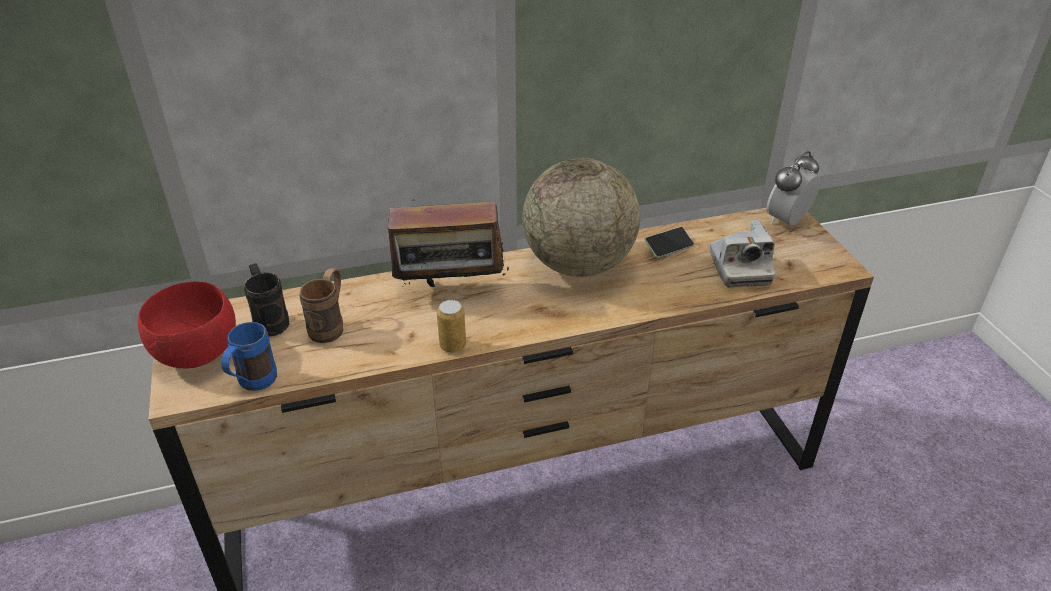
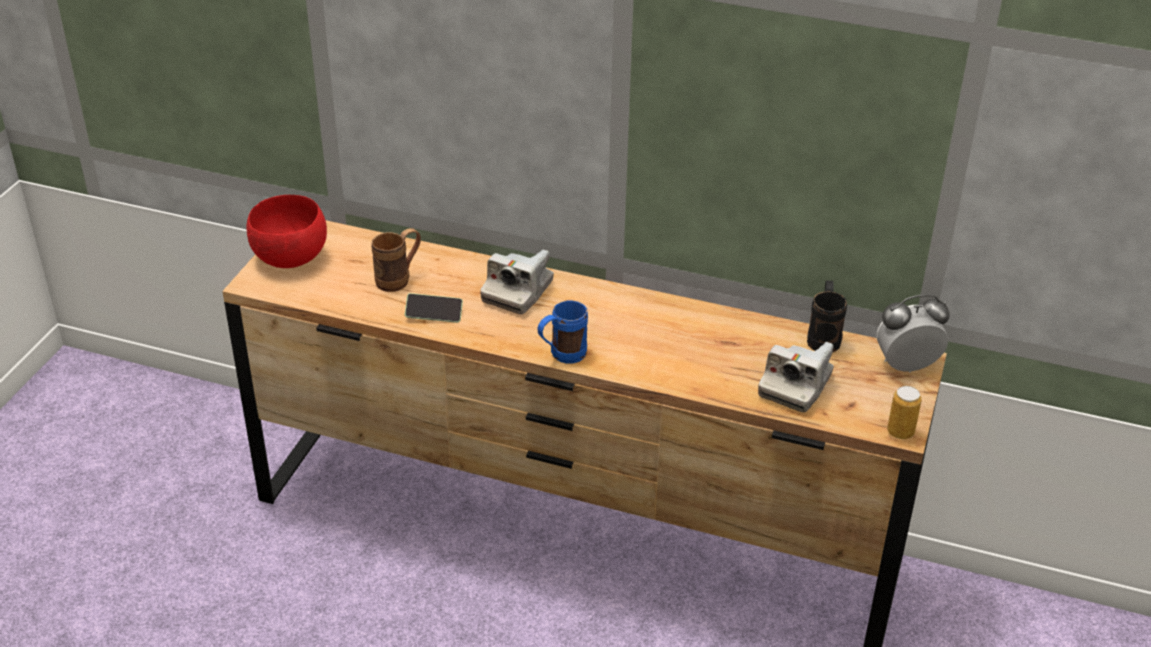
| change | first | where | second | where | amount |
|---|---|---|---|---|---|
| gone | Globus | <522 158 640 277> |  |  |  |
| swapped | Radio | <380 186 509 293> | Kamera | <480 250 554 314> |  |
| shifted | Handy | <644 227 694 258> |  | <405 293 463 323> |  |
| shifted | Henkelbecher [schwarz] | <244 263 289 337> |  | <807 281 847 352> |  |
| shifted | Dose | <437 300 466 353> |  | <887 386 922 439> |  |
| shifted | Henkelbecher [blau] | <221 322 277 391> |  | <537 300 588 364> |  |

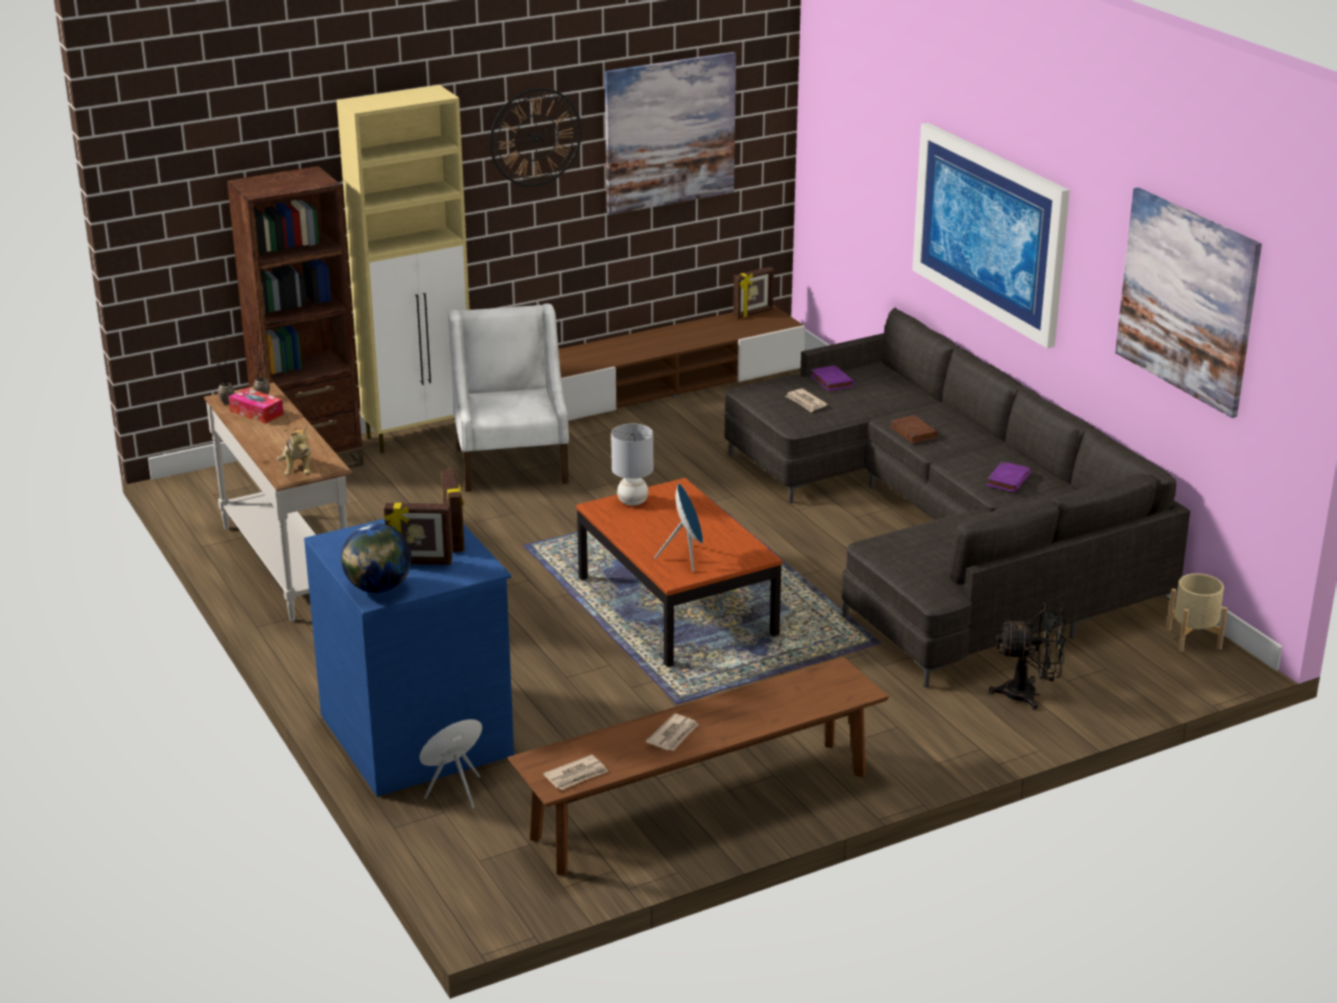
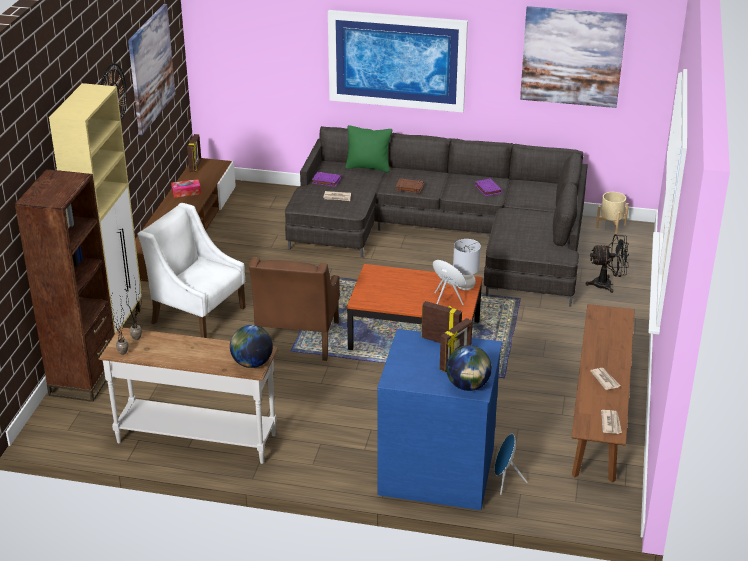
| change | first | where | second | where | amount |
|---|---|---|---|---|---|
| shifted | Taschentuchbox | <228 388 284 424> |  | <171 179 201 198> |  |
| shifted | Tischlampe [grau] | <611 424 653 506> |  | <453 239 481 290> |  |
| swapped | Plüschtier | <277 426 311 475> | Globus | <230 325 273 368> |  |
| rotated | Ventilator [schwarz] | <989 602 1066 710> |  | <586 234 629 293> | 45 degrees clockwise |
| new |  |  | Kissen [grün] | <345 125 392 172> |  |
| new |  |  | Sessel [braun] | <249 257 340 361> |  |

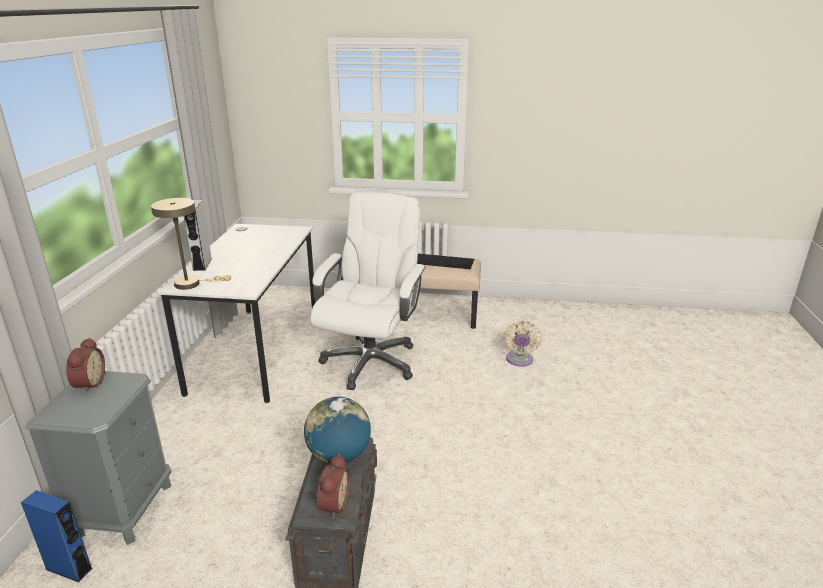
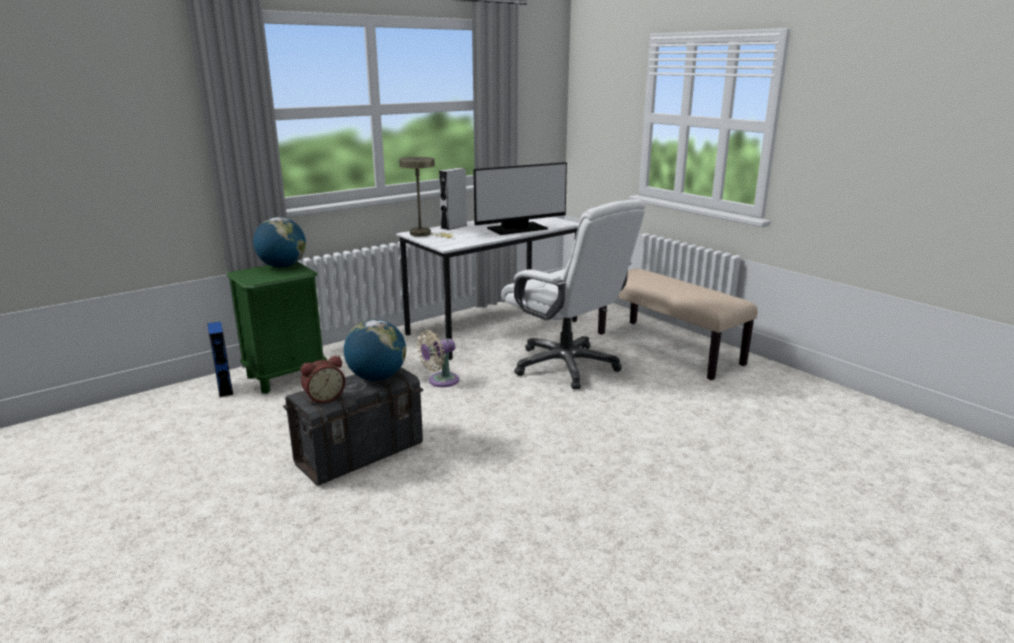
| change | first | where | second | where | amount |
|---|---|---|---|---|---|
| rotated | Bürostuhl [weiß] | <310 192 426 390> |  | <501 199 646 389> | 75 degrees clockwise |
| gone | Tastatur | <417 254 474 269> |  |  |  |
| shifted | Ventilator [beige] | <503 321 542 367> |  | <417 330 459 387> |  |
| swapped | Wecker | <66 337 105 393> | Globus | <253 217 306 268> |  |
| repainted | Nachttisch [grau] | <25 371 172 545> | Nachttisch [grün] | <227 262 327 394> |  |
| new |  |  | Monitor | <473 162 567 235> |  |

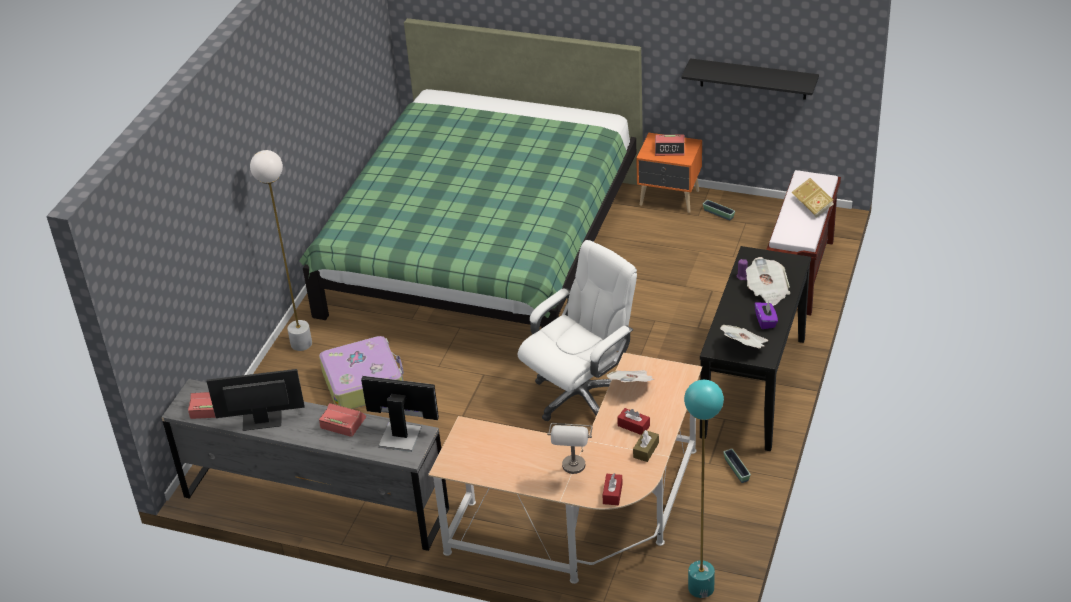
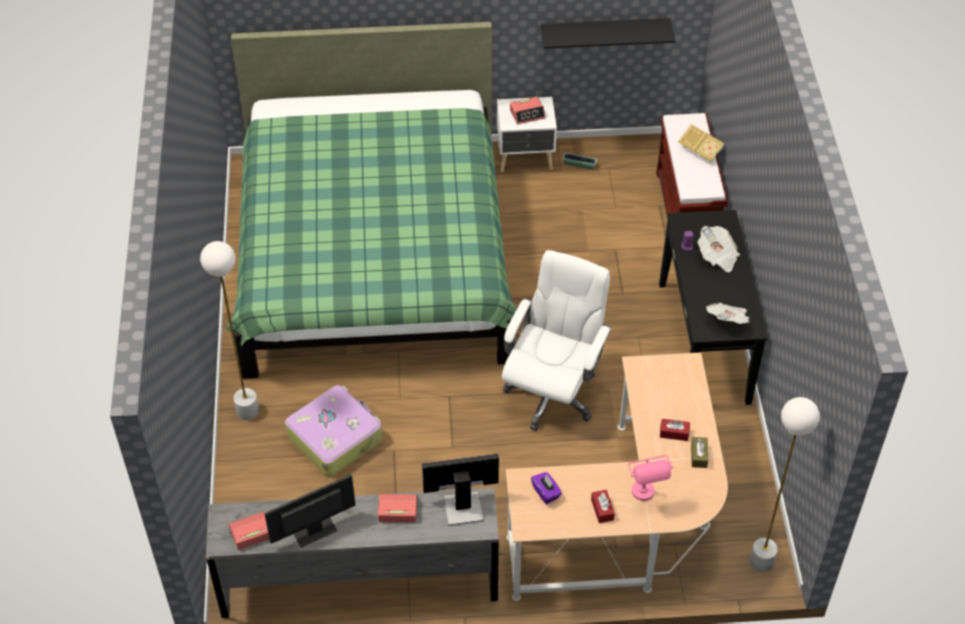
| change | first | where | second | where | amount |
|---|---|---|---|---|---|
| repainted | Nachttisch [orange] | <636 133 702 213> | Nachttisch [weiß] | <497 97 557 172> |  |
| shifted | Taschentuchbox [lila] | <755 301 778 329> |  | <531 472 562 504> |  |
| gone | Zeitung | <606 370 654 382> |  |  |  |
| repainted | Stehlampe [türkis] | <684 380 724 598> | Stehlampe [weiß] | <750 397 820 572> |  |
| repainted | Tischlampe [grau] | <547 423 593 474> | Tischlampe [rosa] | <628 455 673 501> |  |
| gone | Pflanzkübel | <723 449 751 483> |  |  |  |
| shifted | Taschentuchbox [rot] | <603 473 623 505> |  | <591 490 615 523> |  |

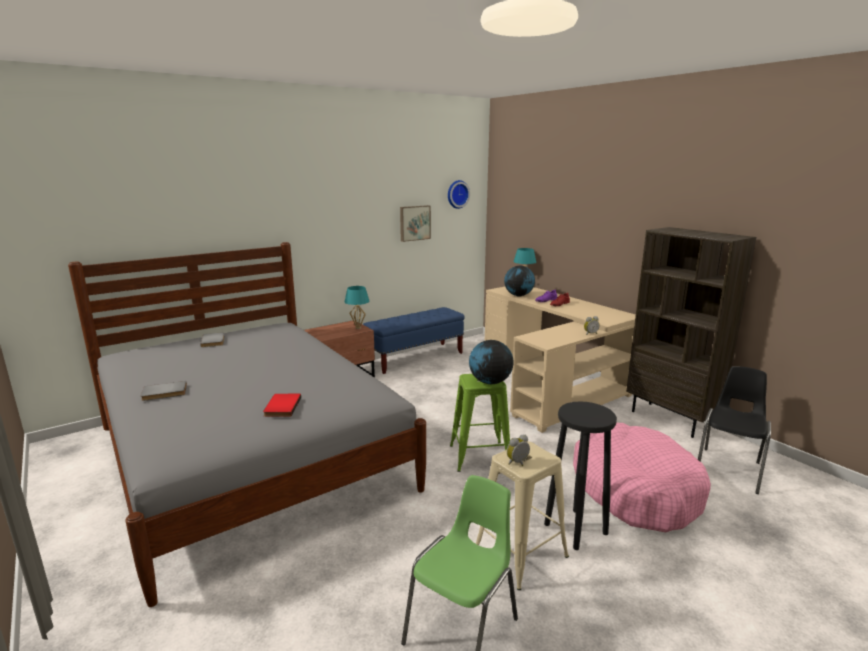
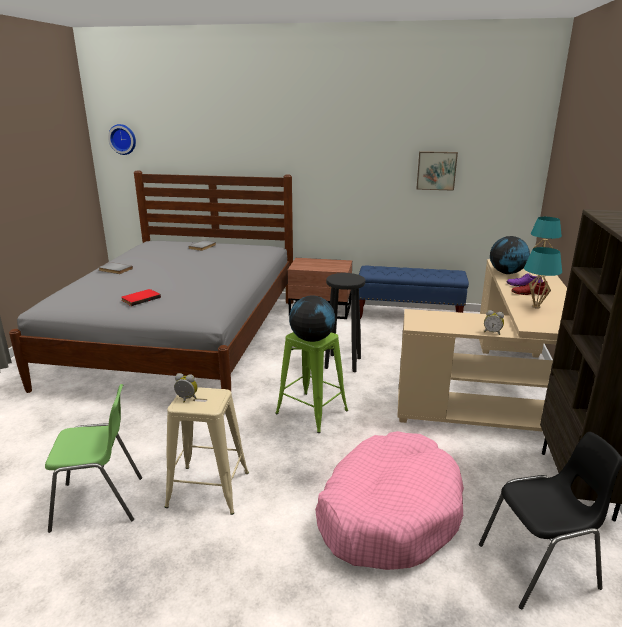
| change | first | where | second | where | amount |
|---|---|---|---|---|---|
| shifted | Wanduhr | <448 180 470 209> |  | <108 124 136 155> |  |
| shifted | Tischlampe [türkis] | <345 286 370 329> |  | <524 247 562 309> |  |
| shifted | Hocker [schwarz] | <544 401 617 550> |  | <325 273 365 372> |  |

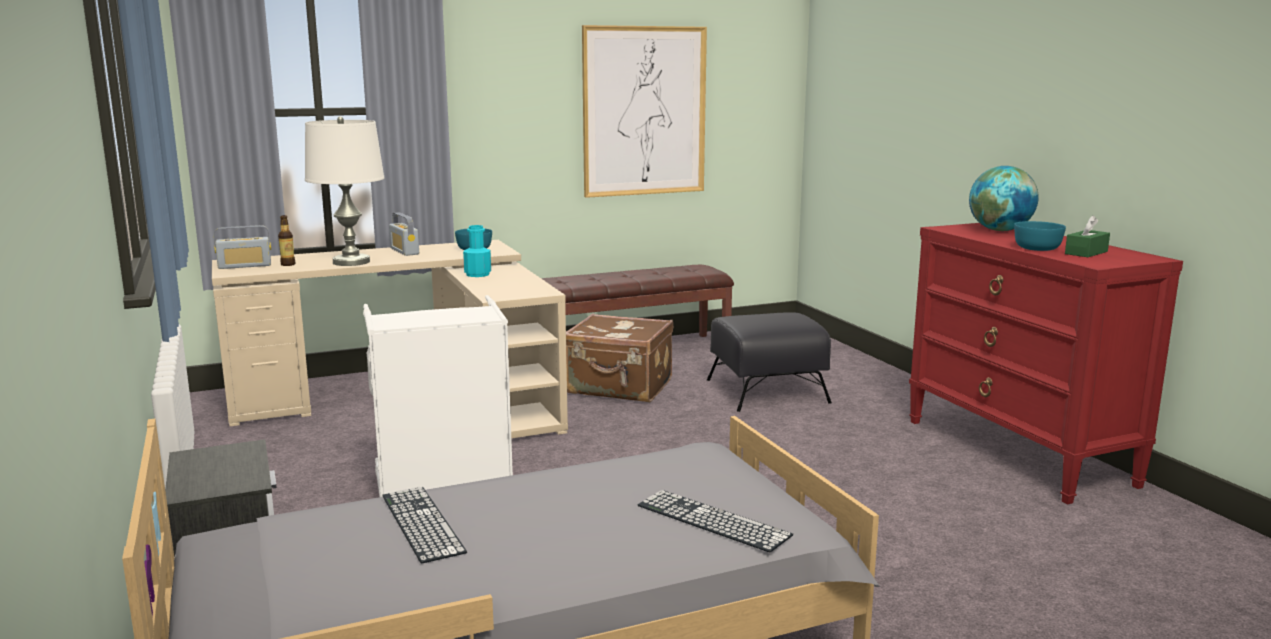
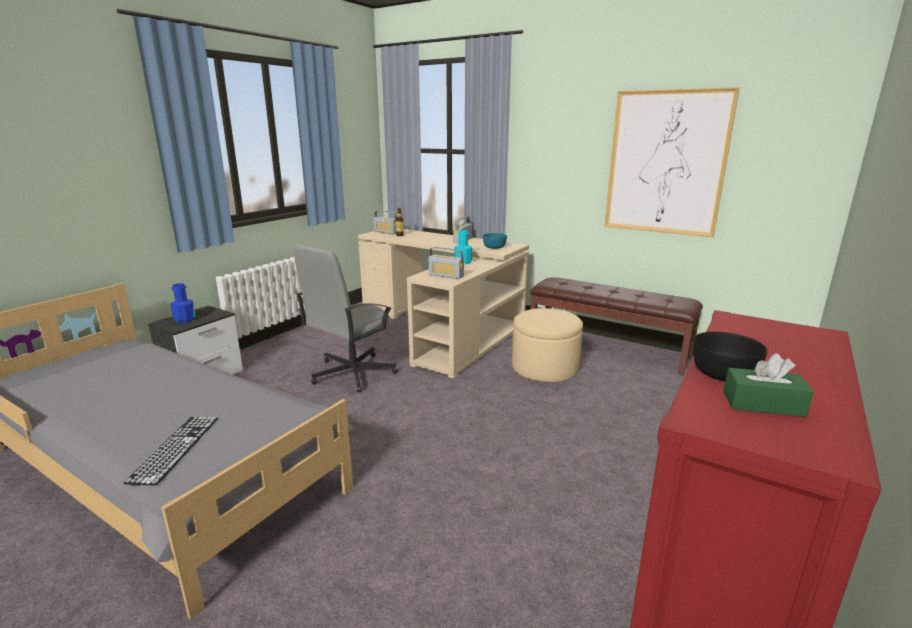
| change | first | where | second | where | amount |
|---|---|---|---|---|---|
| gone | Tischlampe [weiß] | <305 116 384 266> |  |  |  |
| gone | Globus | <969 166 1039 231> |  |  |  |
| repainted | Schüssel [türkis] | <1014 221 1066 251> | Schüssel [schwarz] | <693 332 768 381> |  |
| swapped | Wäschekorb [weiß] | <363 295 513 497> | Bürostuhl [grau] | <294 244 398 392> |  |
| gone | Polsterhocker [schwarz] | <707 312 832 412> |  |  |  |
| swapped | Koffer [braun] | <566 313 673 402> | Polsterhocker [beige] | <512 308 583 382> |  |
| gone | Tastatur | <382 487 467 564> |  |  |  |
| new |  |  | Radio | <429 247 464 279> |  |
| new |  |  | Flasche [blau] | <170 283 196 323> |  |

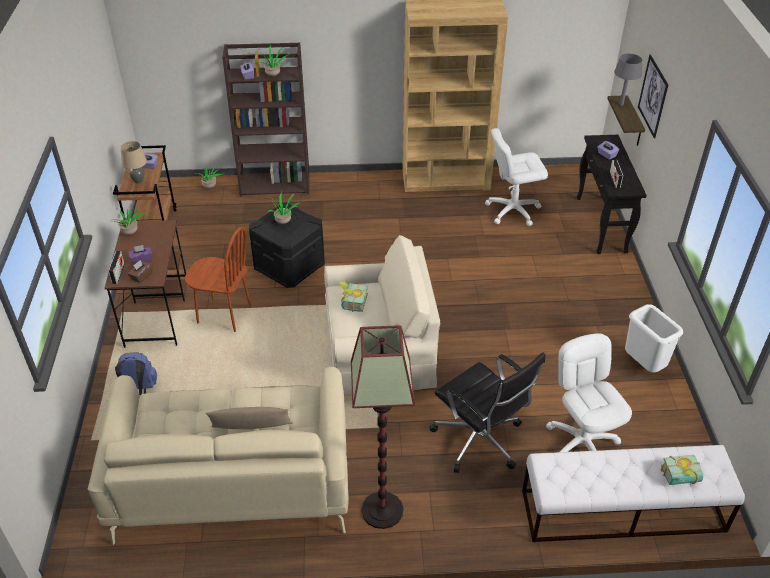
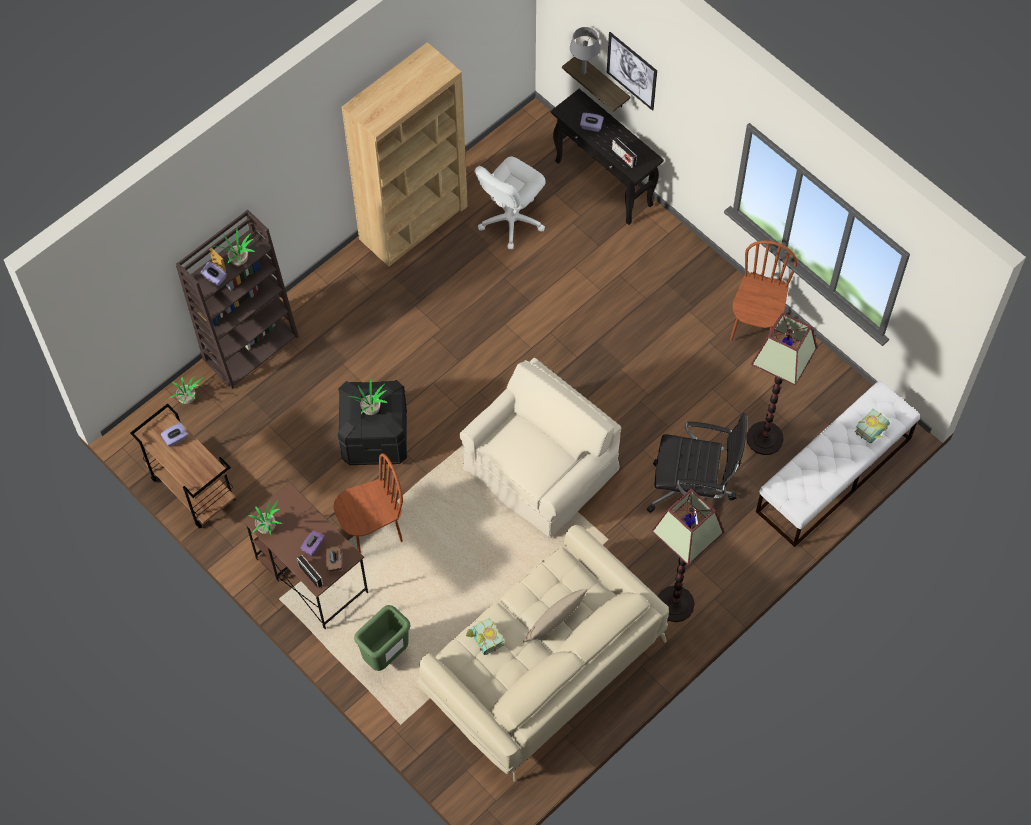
| change | first | where | second | where | amount |
|---|---|---|---|---|---|
| gone | Tischlampe [beige] | <121 141 147 183> |  |  |  |
| shifted | Buch | <338 281 368 312> |  | <466 618 504 655> |  |
| swapped | Mülleimer [weiß] | <625 304 683 372> | Stuhl [braun] | <730 240 797 341> |  |
| swapped | Bürostuhl [weiß] | <546 333 632 452> | Stehlampe | <746 313 817 455> |  |
| swapped | Rucksack [blau] | <115 352 157 396> | Mülleimer [grün] | <354 605 411 671> |  |

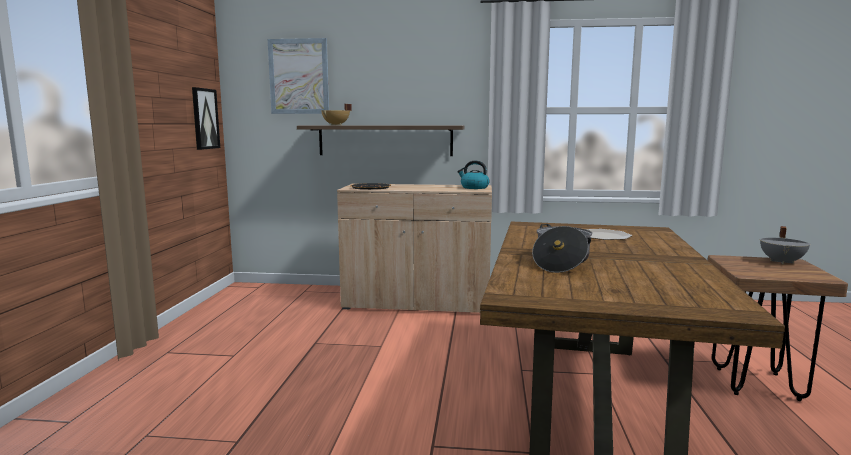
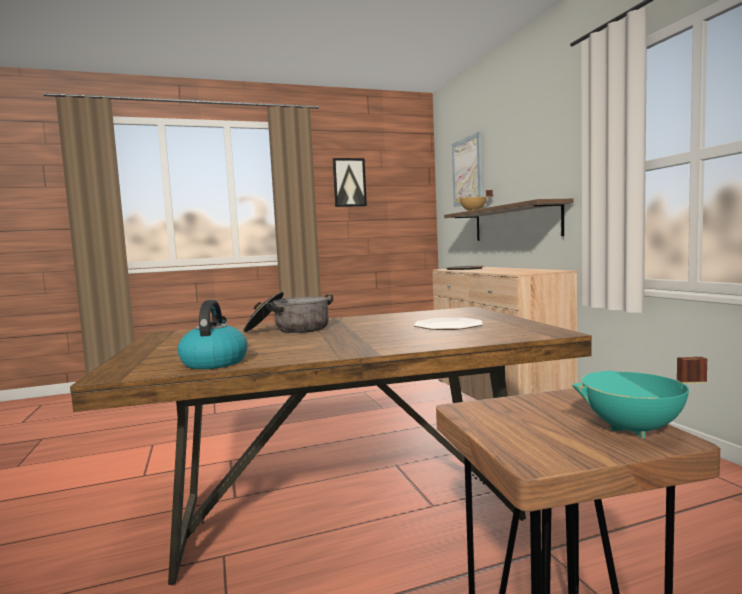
| change | first | where | second | where | amount |
|---|---|---|---|---|---|
| shifted | Bild | <192 87 220 150> |  | <333 158 367 207> |  |
| shifted | Wasserkessel | <457 161 489 189> |  | <177 300 248 369> |  |
| repainted | Kochtopf [grau] | <760 226 810 264> | Kochtopf [türkis] | <571 357 707 438> |  |

